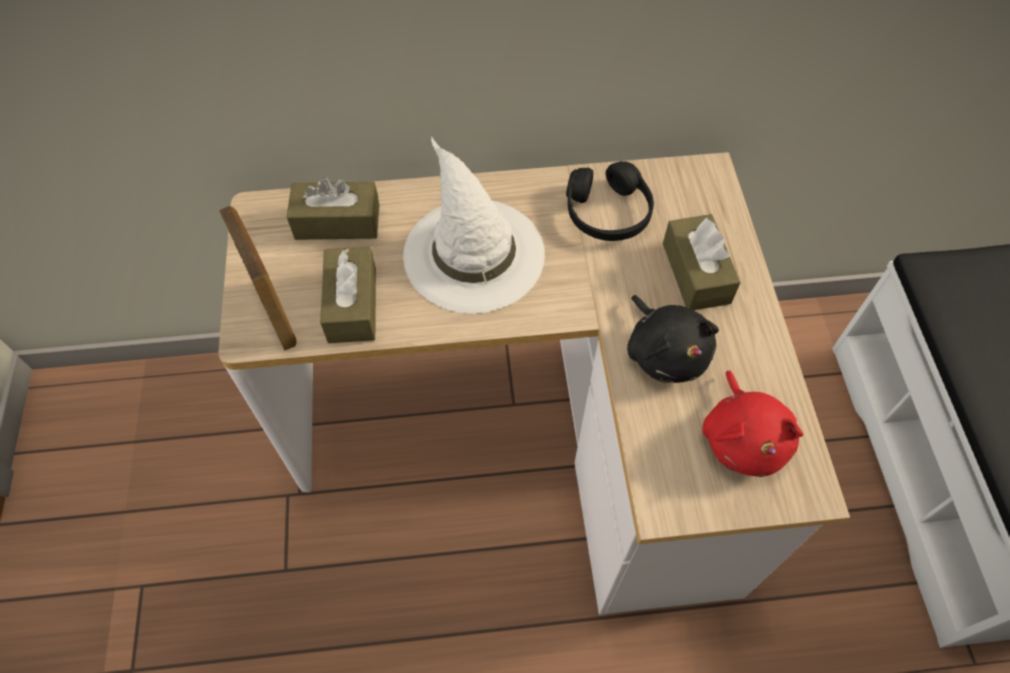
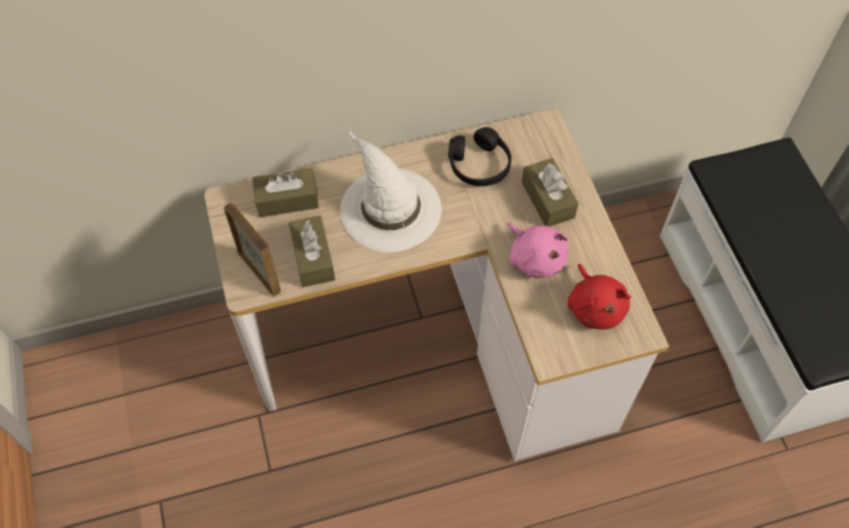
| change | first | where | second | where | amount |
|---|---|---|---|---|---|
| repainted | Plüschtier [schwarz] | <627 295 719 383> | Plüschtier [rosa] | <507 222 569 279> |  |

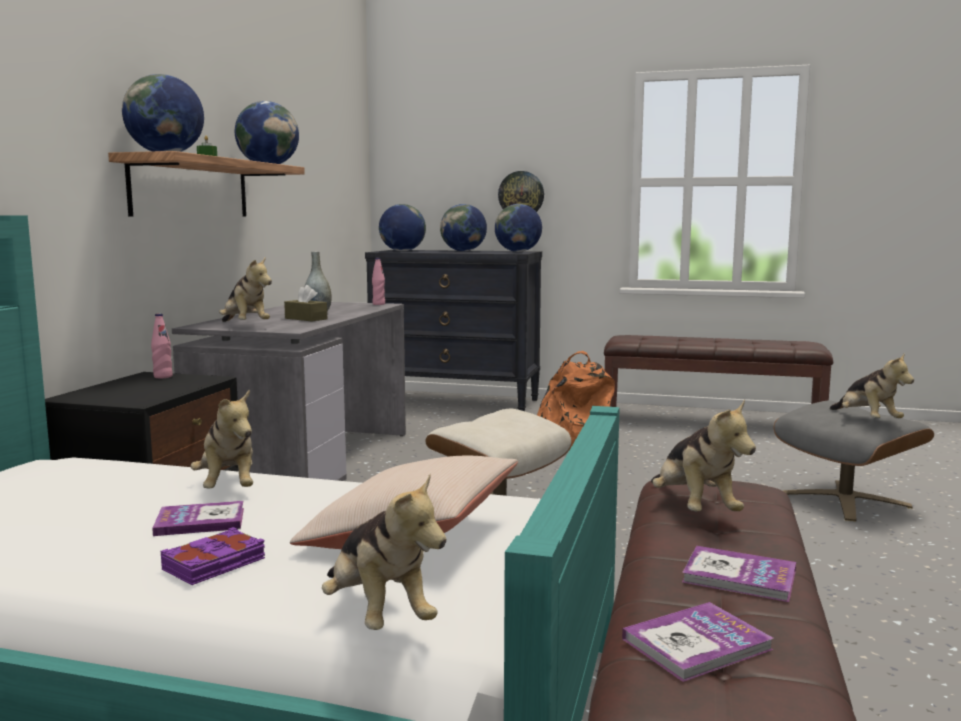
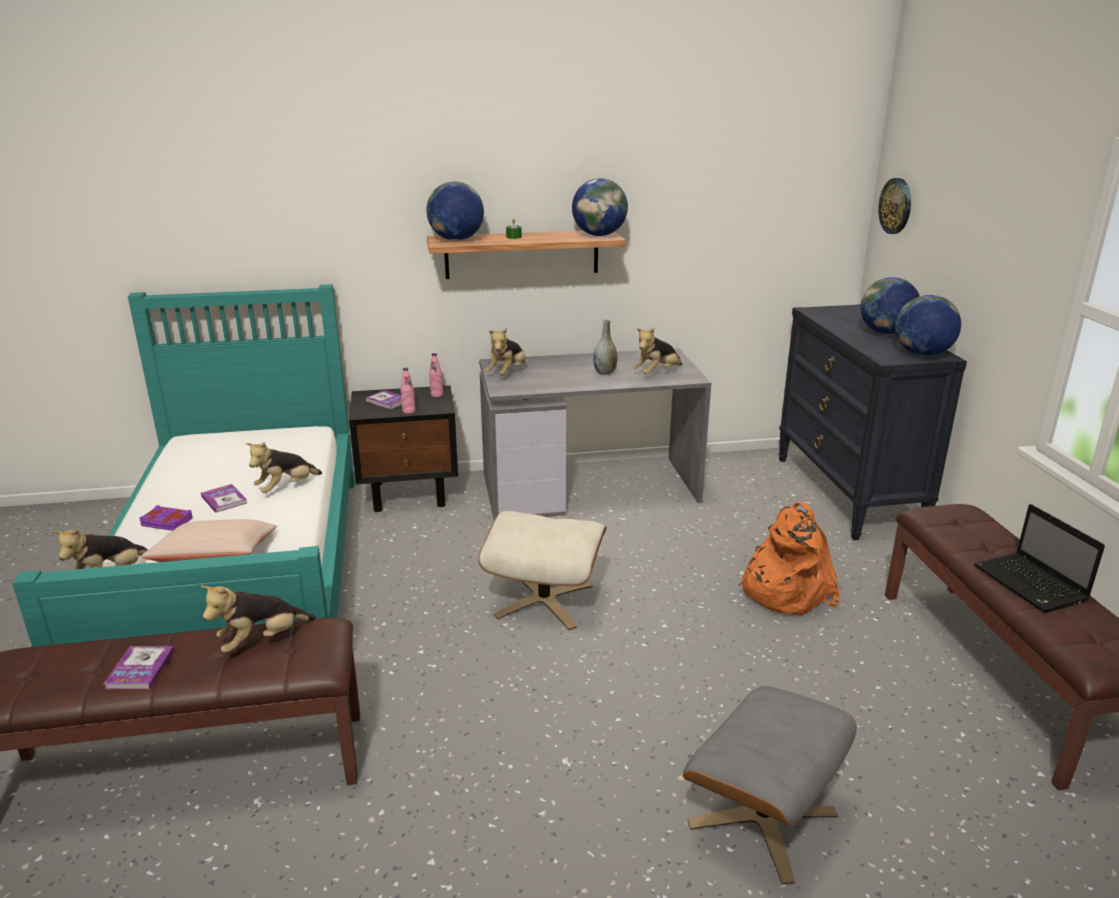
| change | first | where | second | where | amount |
|---|---|---|---|---|---|
| shifted | Wanduhr | <498 171 544 212> |  | <878 178 911 234> |  |
| gone | Globus | <379 204 426 251> |  |  |  |
| shifted | Flasche [rosa] | <372 258 385 305> |  | <400 367 415 414> |  |
| gone | Taschentuchbox [braun] | <284 285 327 321> |  |  |  |
| shifted | Plüschtier | <830 353 914 418> |  | <633 328 682 374> |  |
| shifted | Buch | <622 602 773 682> |  | <366 390 402 409> |  |
| new |  |  | Laptop | <974 504 1105 613> |  |

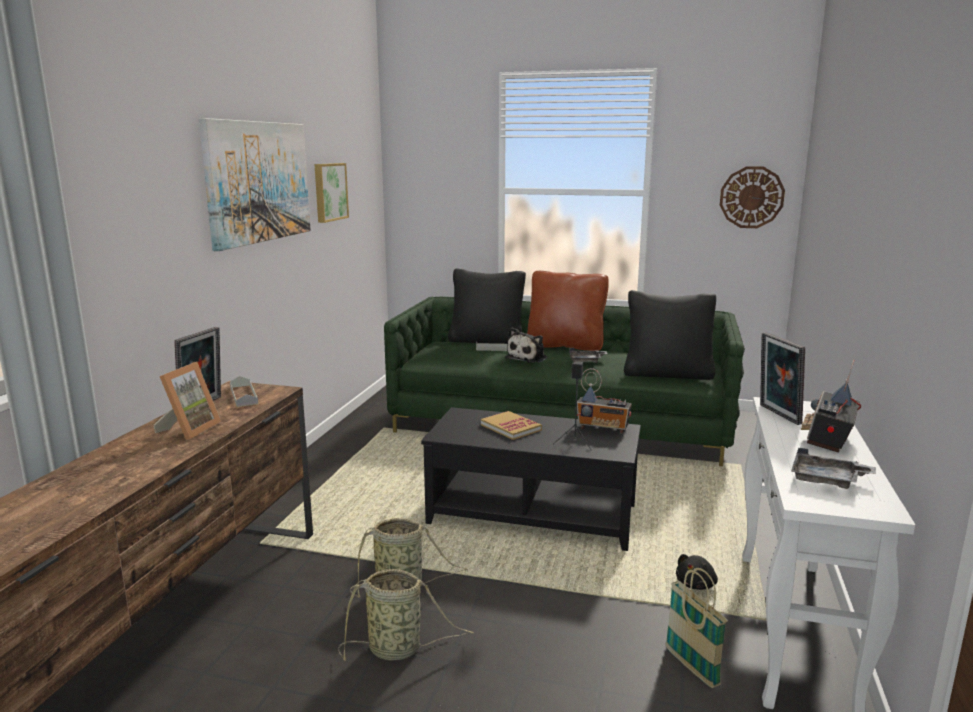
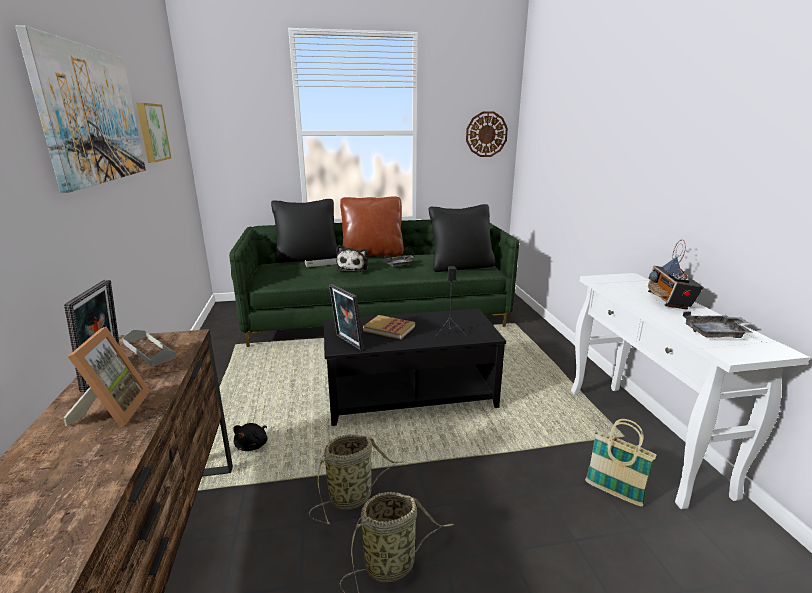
| change | first | where | second | where | amount |
|---|---|---|---|---|---|
| shifted | Bilderrahmen | <760 332 805 425> |  | <329 284 364 350> |  |
| gone | Radio | <577 368 632 433> |  |  |  |
| shifted | Plüschtier [schwarz] | <676 554 718 590> |  | <233 423 268 451> |  |

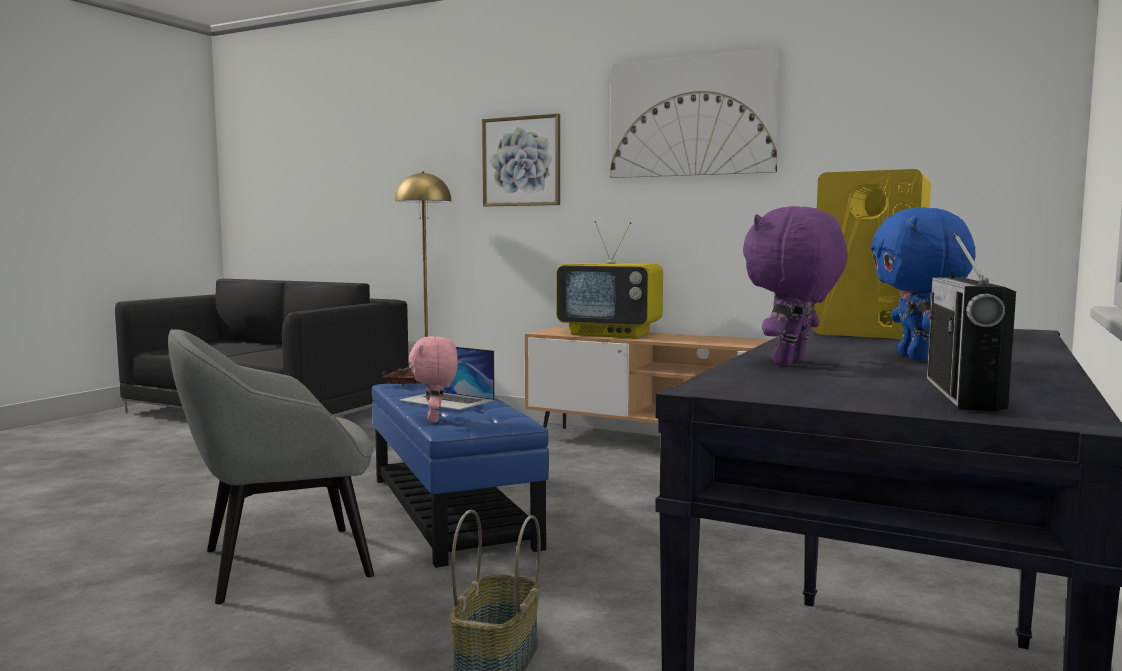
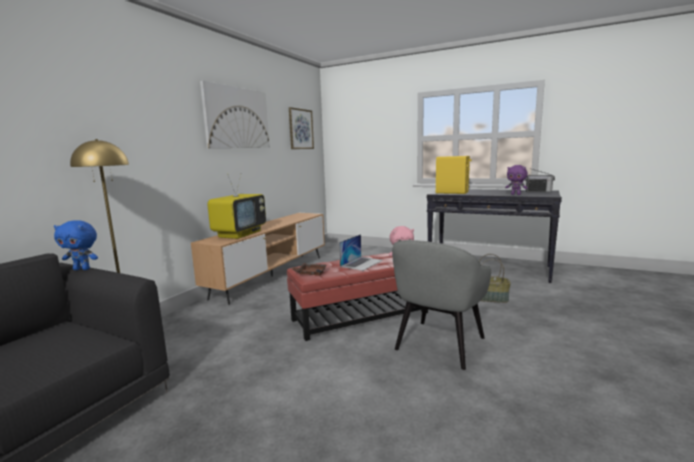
| change | first | where | second | where | amount |
|---|---|---|---|---|---|
| shifted | Bild | <482 113 560 206> |  | <289 107 314 149> |  |
| shifted | Plüschtier [blau] | <871 207 976 361> |  | <54 220 98 270> |  |
| rotated | Sessel [grau] | <168 329 374 604> |  | <392 240 491 370> | 60 degrees clockwise |
| repainted | Polsterhocker [blau] | <372 382 549 568> | Polsterhocker [rot] | <287 253 428 341> |  |

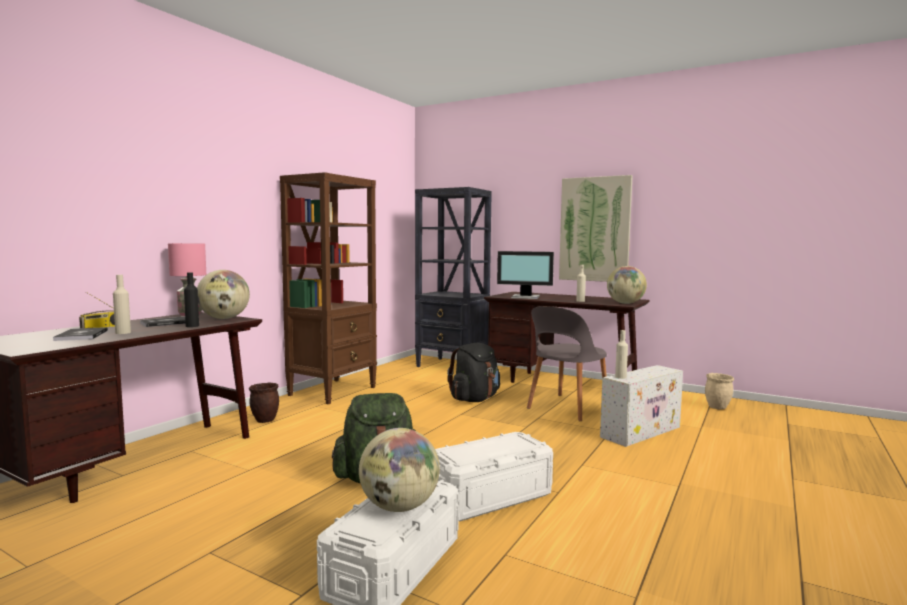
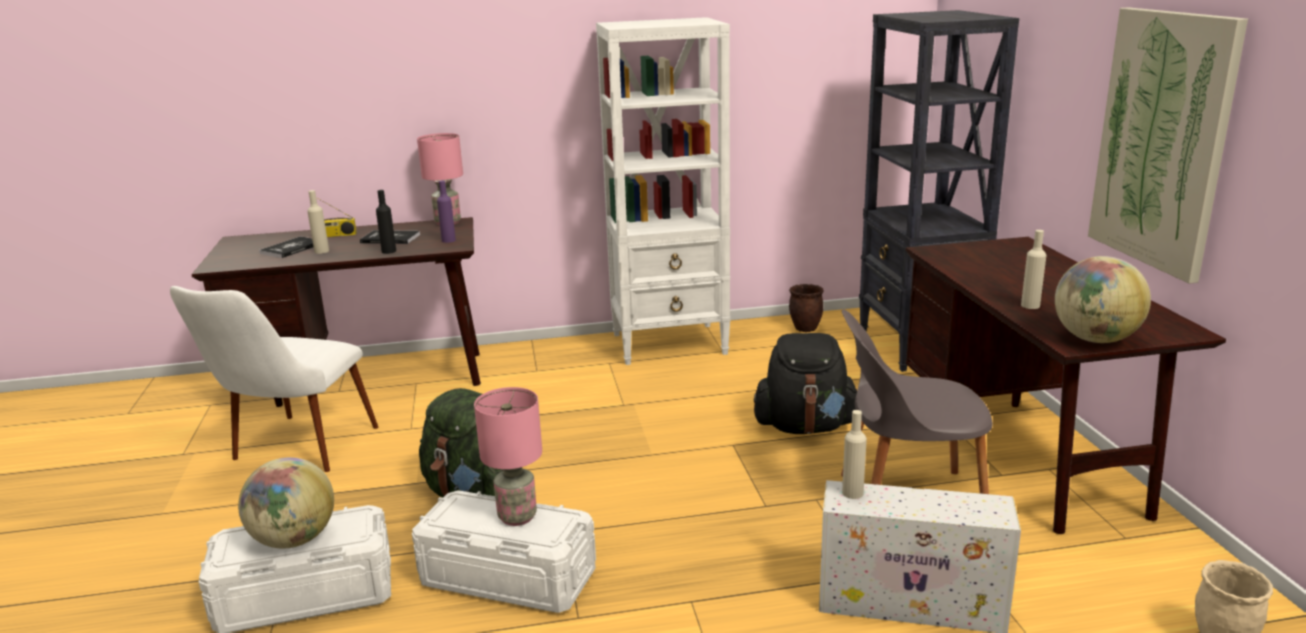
| change | first | where | second | where | amount |
|---|---|---|---|---|---|
| repainted | Bücherregal [braun] | <280 172 377 405> | Bücherregal [weiß] | <596 17 730 365> |  |
| gone | Monitor | <497 251 554 299> |  |  |  |
| swapped | Globus | <197 270 250 319> | Flasche [lila] | <437 180 456 243> |  |
| shifted | Pflanzkübel [braun] | <249 382 279 423> |  | <789 284 824 332> |  |
| new |  |  | Stuhl [weiß] | <170 286 378 472> |  |
| new |  |  | Tischlampe [rosa] | <474 387 542 526> |  |

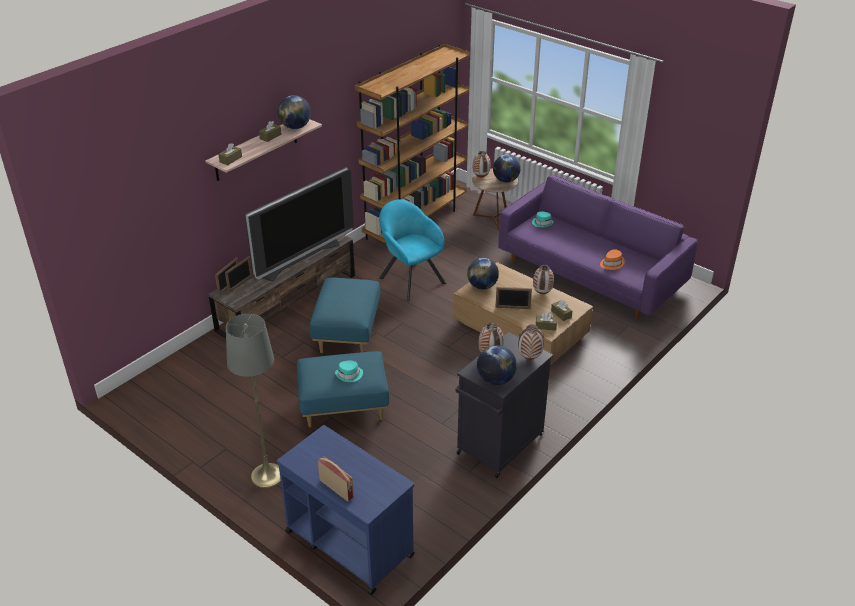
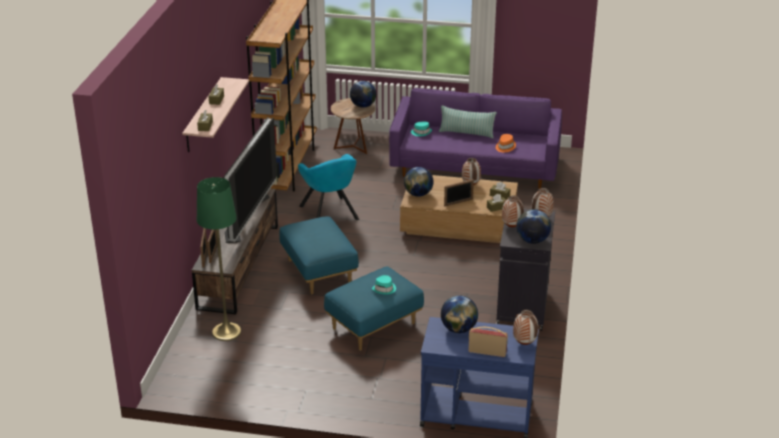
| change | first | where | second | where | amount |
|---|---|---|---|---|---|
| shifted | Globus | <278 95 311 129> |  | <441 295 478 333> |  |
| shifted | Vase | <473 151 490 177> |  | <513 310 538 345> |  |
| rotated | Sessel [türkis] | <379 199 446 301> |  | <298 154 359 220> | 135 degrees counterclockwise |
| gone | Stehlampe [grau] | <226 314 281 488> |  |  |  |
| new |  |  | Kissen | <439 105 497 139> |  |
| new |  |  | Stehlampe [grün] | <197 177 241 341> |  |

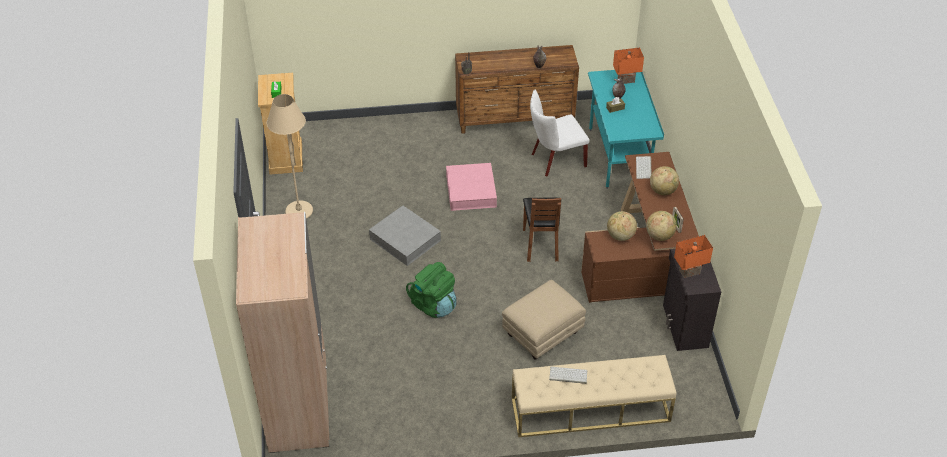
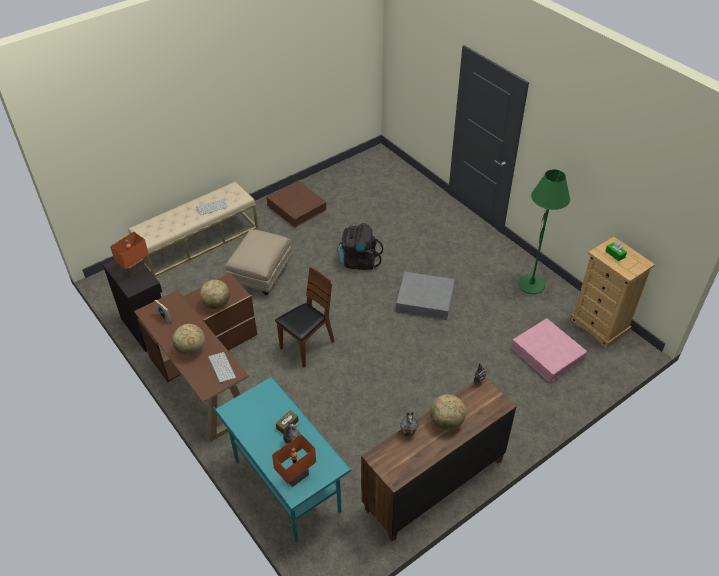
| change | first | where | second | where | amount |
|---|---|---|---|---|---|
| gone | Stuhl [weiß] | <530 90 589 176> |  |  |  |
| repainted | Stehlampe [beige] | <266 94 313 219> | Stehlampe [grün] | <518 169 570 294> |  |
| shifted | Aufbewahrungsbox [rosa] | <446 163 497 211> |  | <511 318 587 383> |  |
| rotated | Stuhl [braun] | <523 198 561 262> |  | <275 266 335 368> | 75 degrees clockwise |
| shifted | Globus | <646 211 677 241> |  | <430 394 466 430> |  |
| gone | Kleiderschrank [beige] | <236 212 329 453> |  |  |  |
| repainted | Rucksack [grün] | <406 262 457 318> | Rucksack [schwarz] | <337 223 383 270> |  |
| new |  |  | Aufbewahrungsbox [braun] | <267 181 326 228> |  |

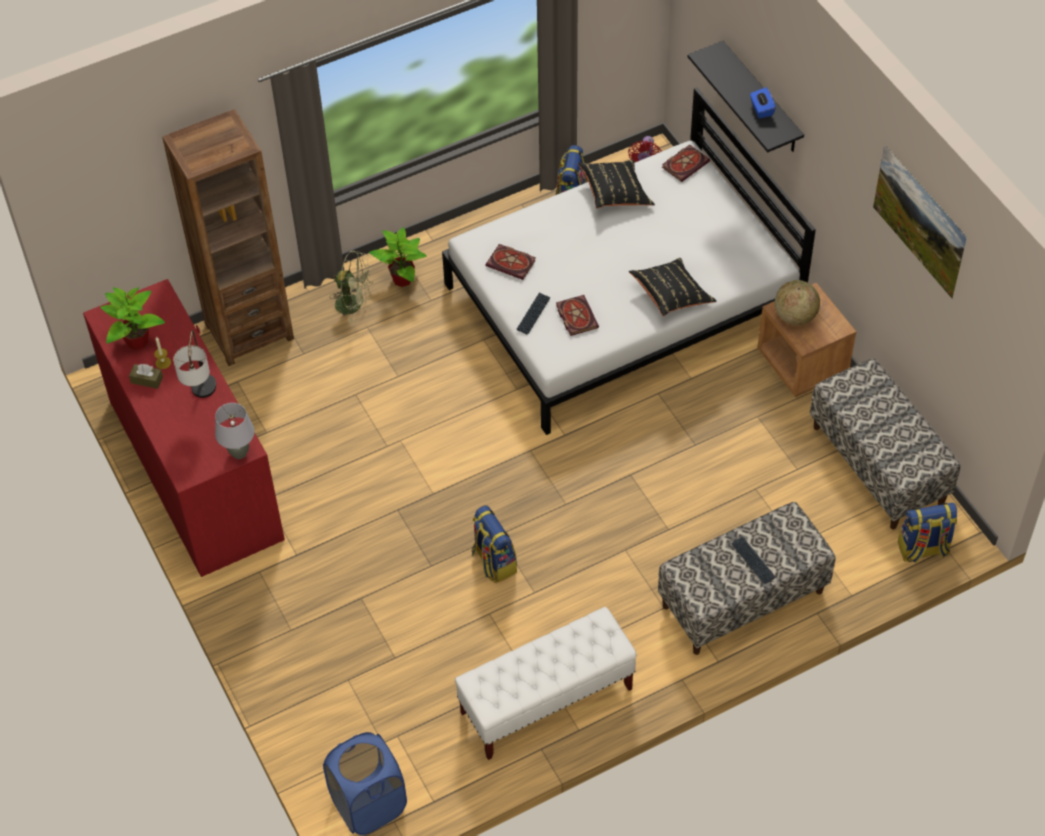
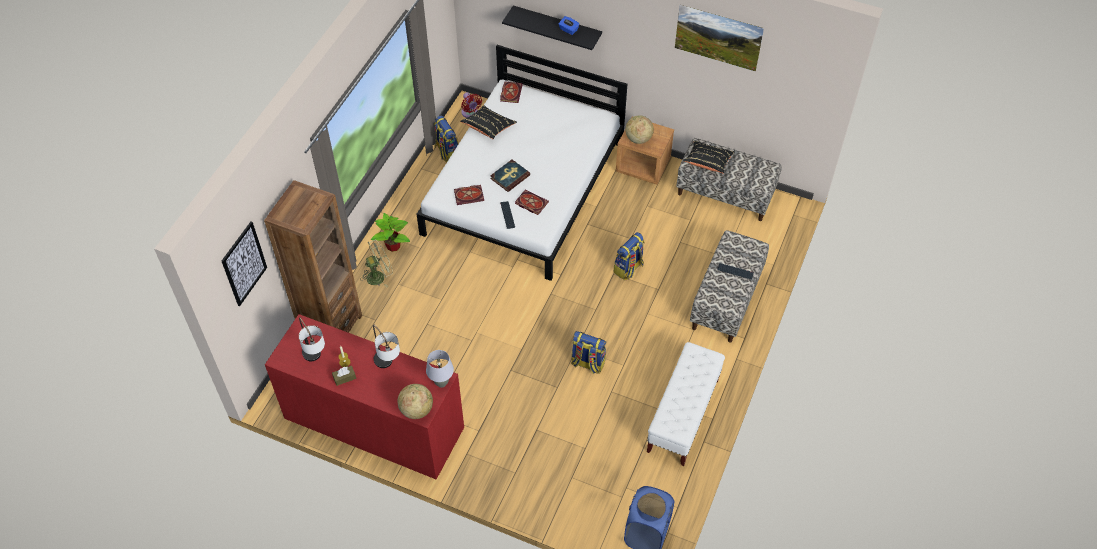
| change | first | where | second | where | amount |
|---|---|---|---|---|---|
| shifted | Kissen [schwarz] | <629 258 717 316> |  | <684 141 735 173> |  |
| swapped | Topfpflanze | <100 287 165 350> | Tischlampe | <299 318 325 361> |  |
| shifted | Rucksack | <898 503 957 563> |  | <614 232 645 280> |  |
| new |  |  | Buch | <490 160 530 192> |  |
| new |  |  | Bild | <222 221 267 306> |  |
| new |  |  | Globus | <397 384 433 419> |  |

